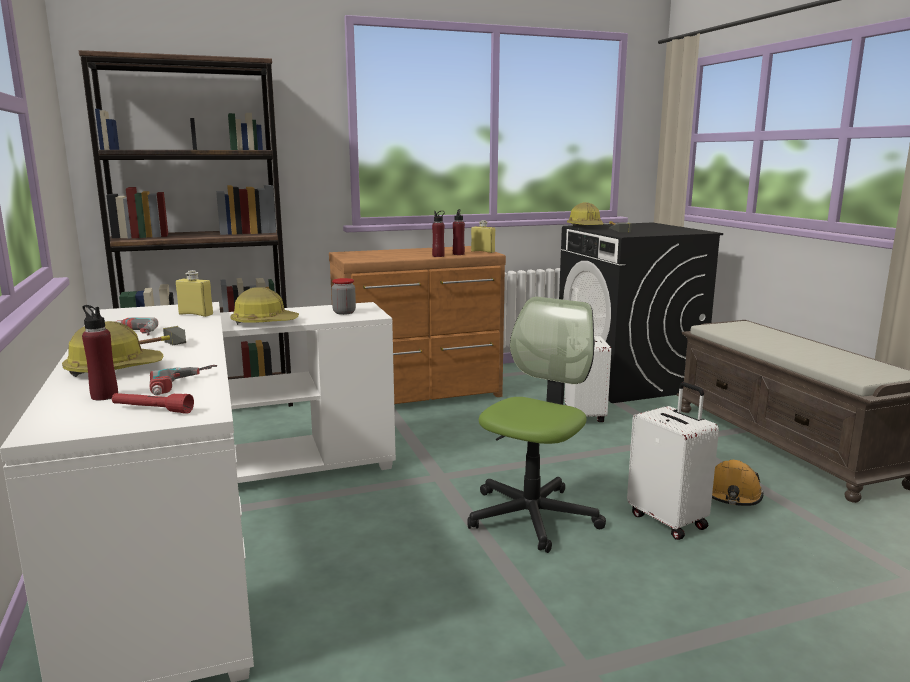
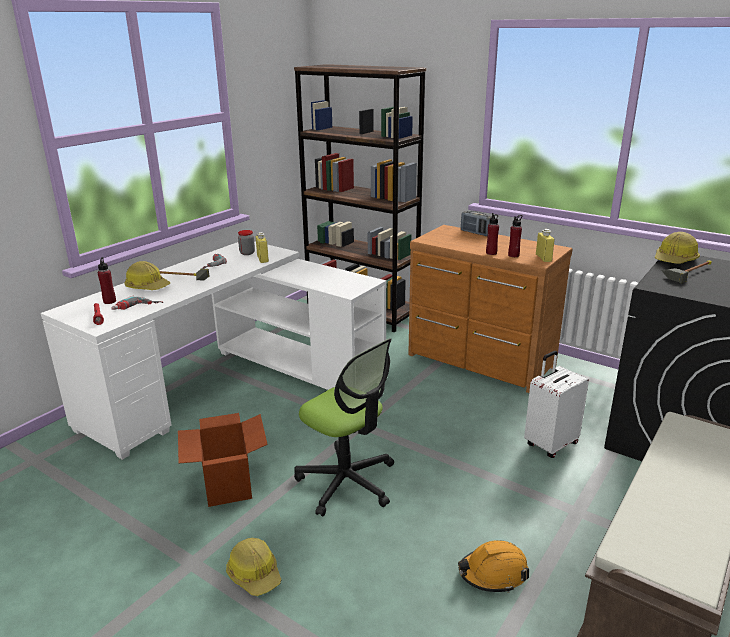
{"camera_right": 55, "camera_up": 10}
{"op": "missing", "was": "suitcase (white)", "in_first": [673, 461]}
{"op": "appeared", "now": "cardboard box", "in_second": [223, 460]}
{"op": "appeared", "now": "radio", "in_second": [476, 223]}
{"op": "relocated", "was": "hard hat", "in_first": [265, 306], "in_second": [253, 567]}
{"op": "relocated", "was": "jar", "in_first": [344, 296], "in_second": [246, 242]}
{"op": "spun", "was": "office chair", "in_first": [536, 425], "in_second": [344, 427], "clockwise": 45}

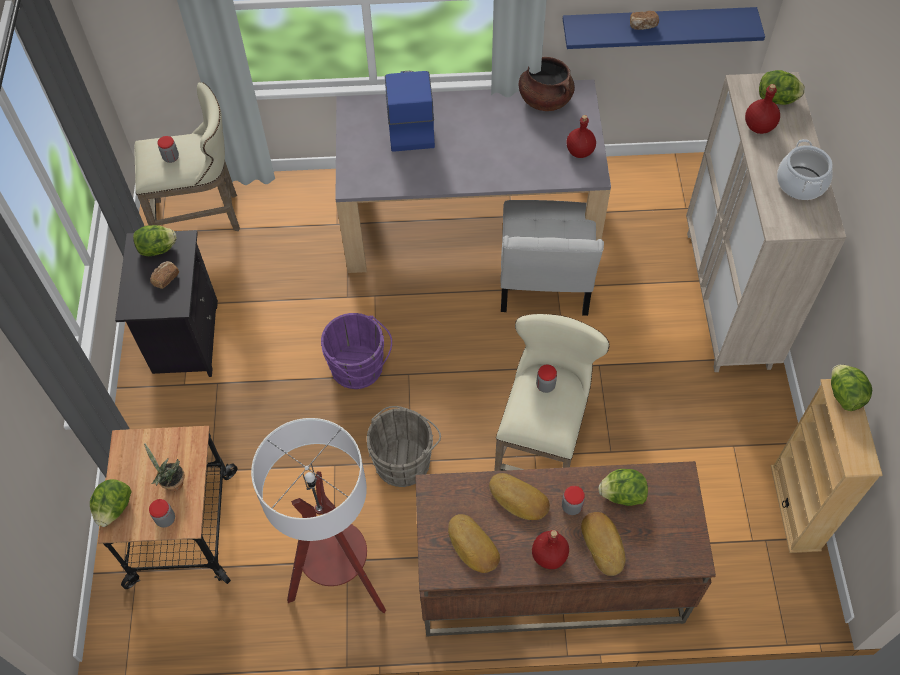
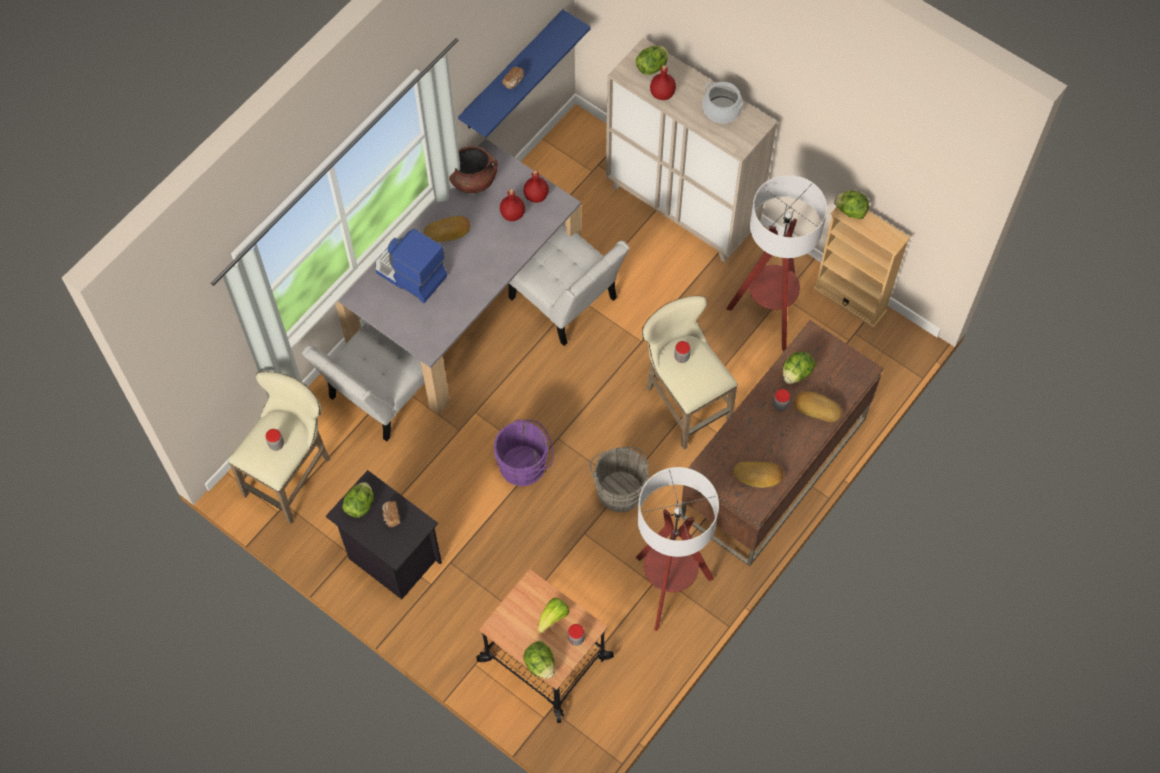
{"camera_right": -50, "camera_up": 5}
{"op": "appeared", "now": "chair (white)", "in_second": [363, 382]}
{"op": "appeared", "now": "floor lamp", "in_second": [776, 263]}
{"op": "relocated", "was": "bread", "in_first": [519, 496], "in_second": [447, 229]}
{"op": "relocated", "was": "bottle (red)", "in_first": [550, 549], "in_second": [512, 205]}
{"op": "exchanged", "was": "potted plant", "now": "lettuce", "in_first": [164, 467], "in_second": [554, 616]}

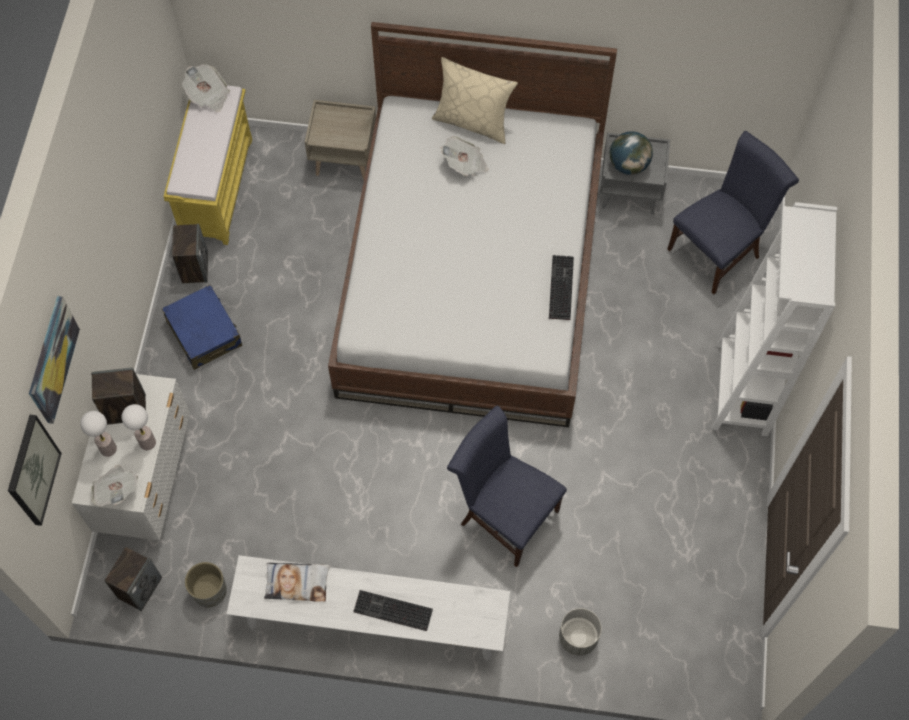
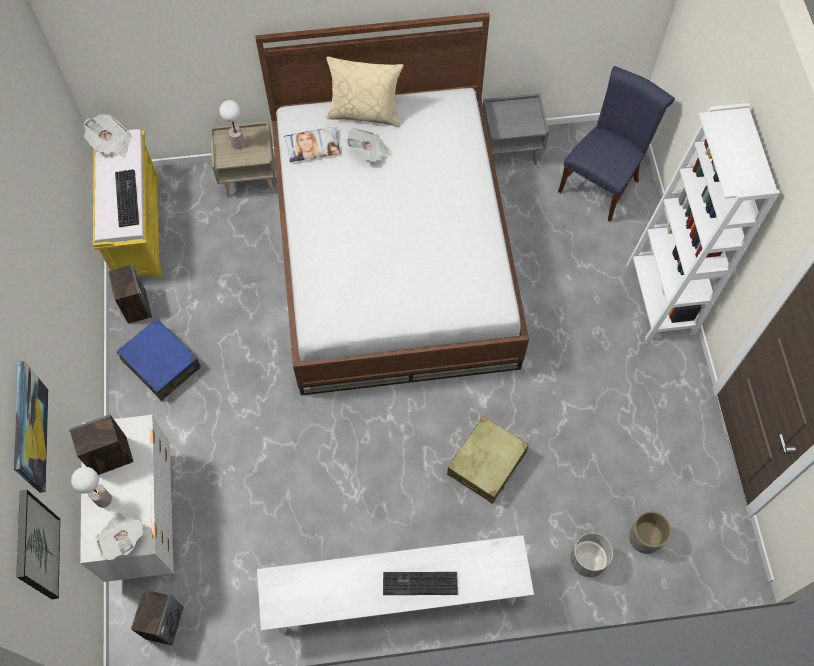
{"camera_right": -15, "camera_up": 0}
{"op": "missing", "was": "globe", "in_first": [631, 153]}
{"op": "relocated", "was": "table lamp", "in_first": [139, 427], "in_second": [232, 125]}
{"op": "relocated", "was": "planter (grey)", "in_first": [206, 585], "in_second": [650, 532]}
{"op": "relocated", "was": "pillow", "in_first": [297, 582], "in_second": [312, 144]}
{"op": "relocated", "was": "keyboard", "in_first": [561, 287], "in_second": [127, 198]}
{"op": "exchanged", "was": "chair (blue)", "now": "suitcase (beige)", "in_first": [507, 486], "in_second": [488, 460]}

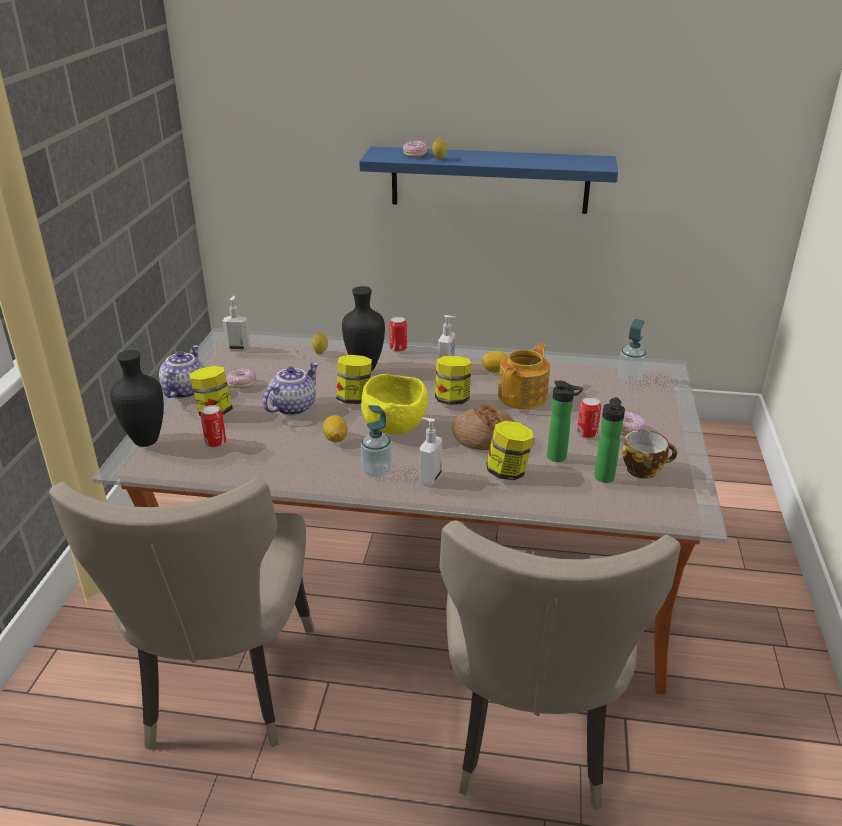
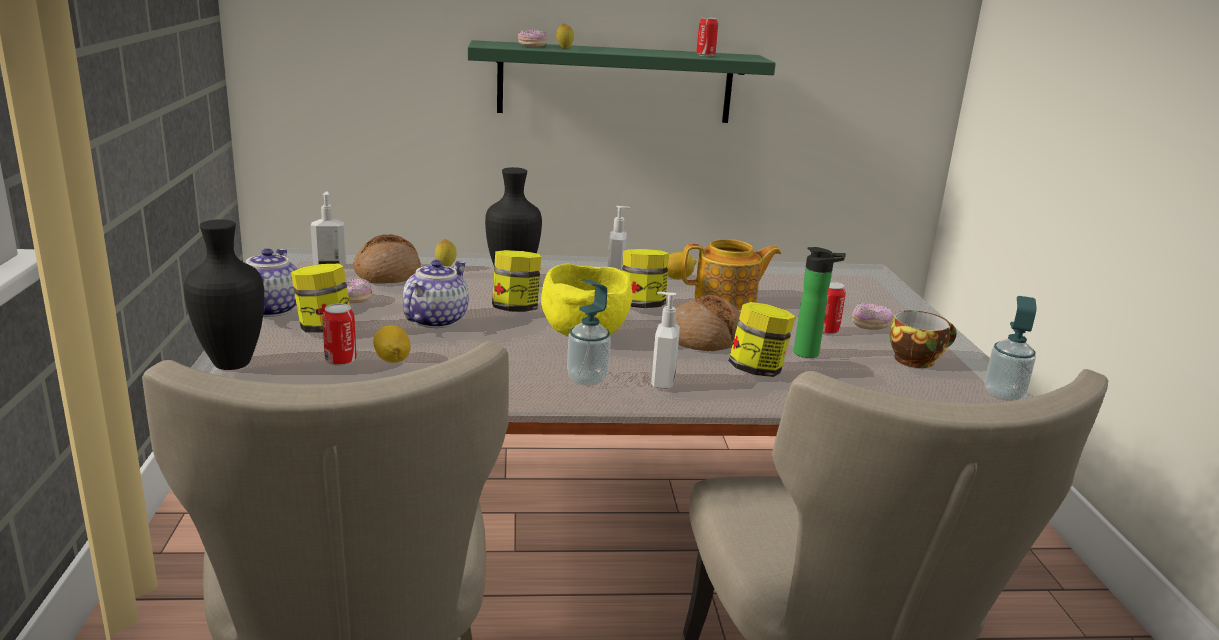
{"camera_right": -15, "camera_up": -10}
{"op": "missing", "was": "bottle", "in_first": [609, 440]}
{"op": "appeared", "now": "bread", "in_second": [387, 259]}
{"op": "relocated", "was": "lemon", "in_first": [335, 428], "in_second": [392, 344]}
{"op": "relocated", "was": "can", "in_first": [398, 334], "in_second": [707, 36]}
{"op": "relocated", "was": "soap dispenser", "in_first": [632, 351], "in_second": [1010, 348]}
{"op": "colour", "was": "shelf (blue)", "now": "shelf (green)", "in_first": [488, 180], "in_second": [622, 81]}
{"op": "spun", "was": "teapot", "in_first": [524, 376], "in_second": [731, 275], "clockwise": 60}

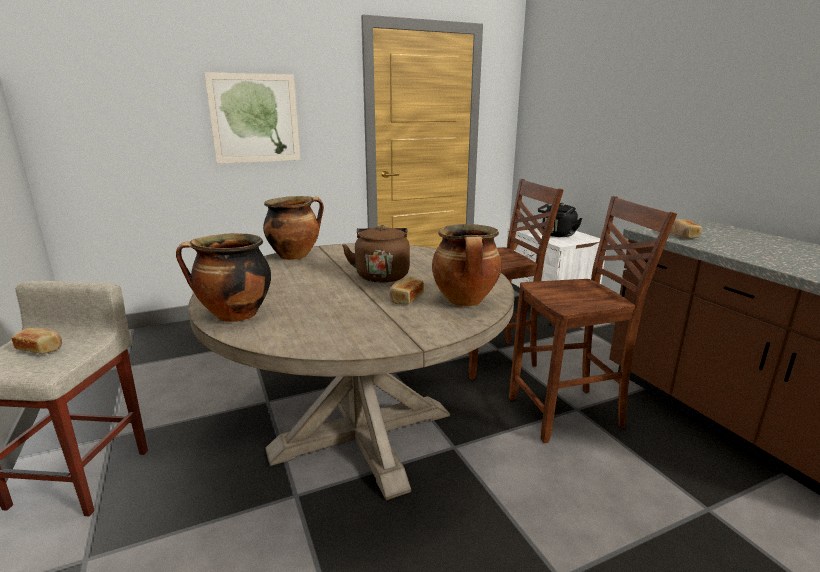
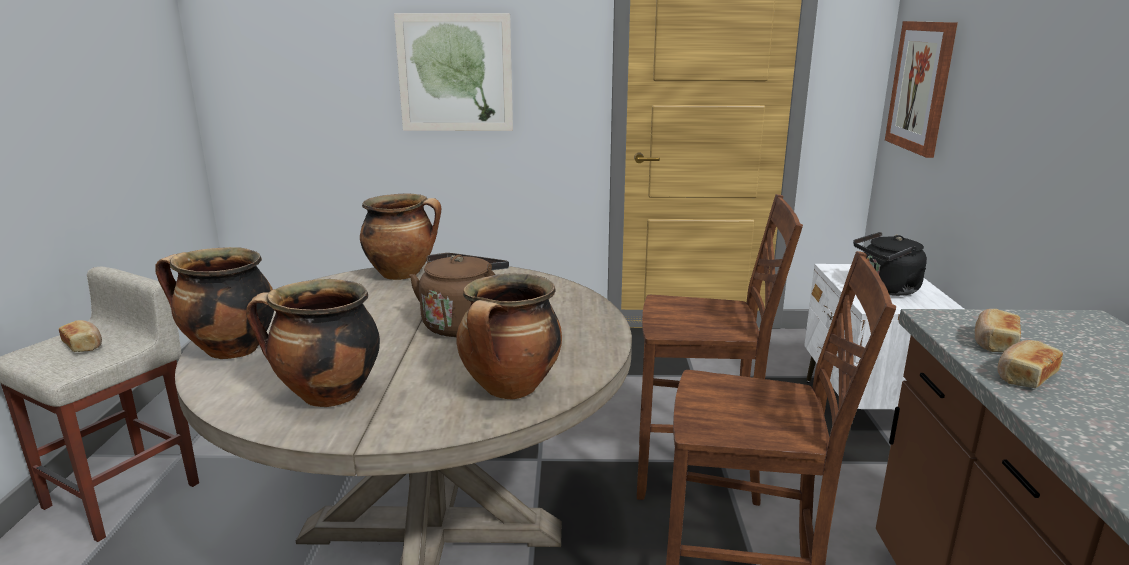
{"camera_right": 25, "camera_up": 0}
{"op": "appeared", "now": "cooking pot", "in_second": [313, 343]}
{"op": "appeared", "now": "picture", "in_second": [921, 89]}
{"op": "relocated", "was": "bread", "in_first": [406, 290], "in_second": [1030, 364]}

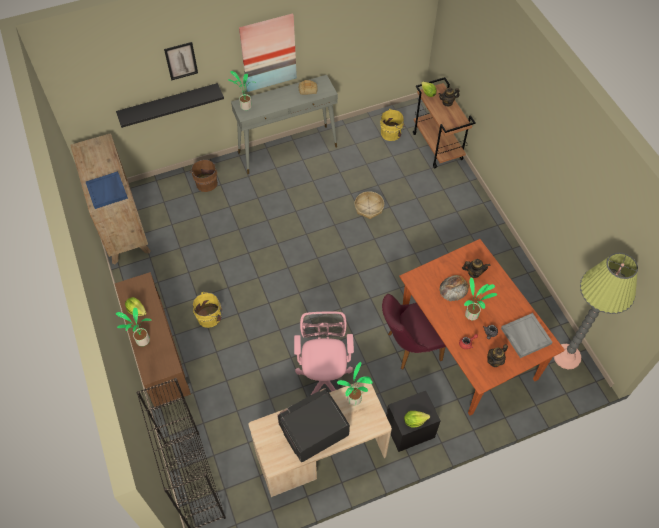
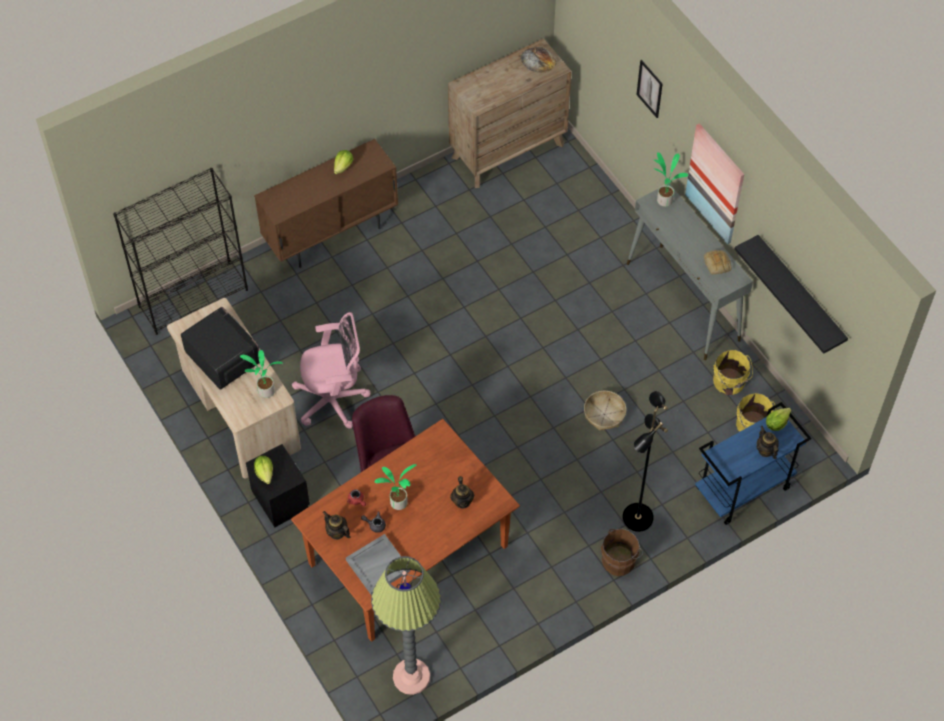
{"camera_right": 80, "camera_up": 0}
{"op": "missing", "was": "tray (blue)", "in_first": [107, 190]}
{"op": "missing", "was": "potted plant", "in_first": [134, 326]}
{"op": "appeared", "now": "floor lamp (black)", "in_second": [645, 461]}
{"op": "relocated", "was": "shelf (black)", "in_first": [170, 105], "in_second": [791, 294]}
{"op": "relocated", "was": "bucket (brown)", "in_first": [204, 176], "in_second": [622, 552]}
{"op": "relocated", "was": "bucket (yellow)", "in_first": [207, 310], "in_second": [733, 372]}
{"op": "relocated", "was": "bread", "in_first": [454, 288], "in_second": [538, 60]}
{"op": "colour", "was": "cart (brown)", "now": "cart (blue)", "in_first": [444, 123], "in_second": [753, 463]}

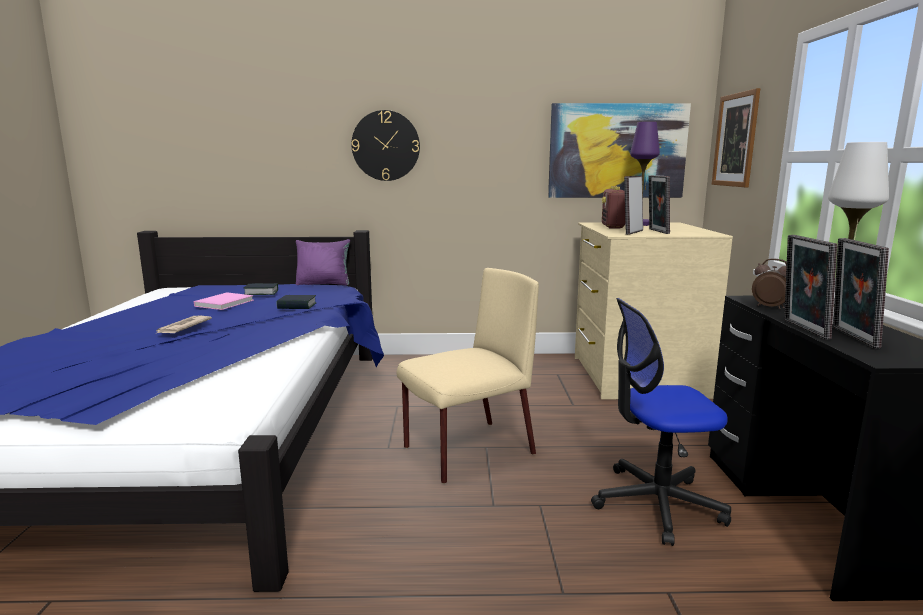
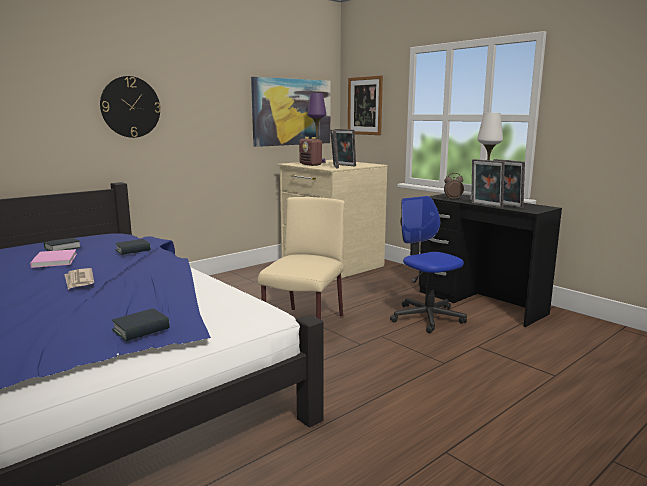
{"camera_right": -40, "camera_up": 0}
{"op": "missing", "was": "pillow (purple)", "in_first": [323, 262]}
{"op": "appeared", "now": "book", "in_second": [141, 324]}
{"op": "spun", "was": "office chair", "in_first": [661, 422], "in_second": [428, 264], "clockwise": 105}

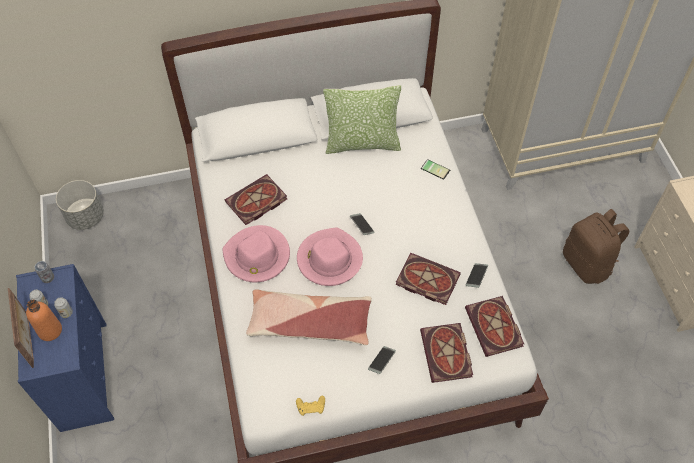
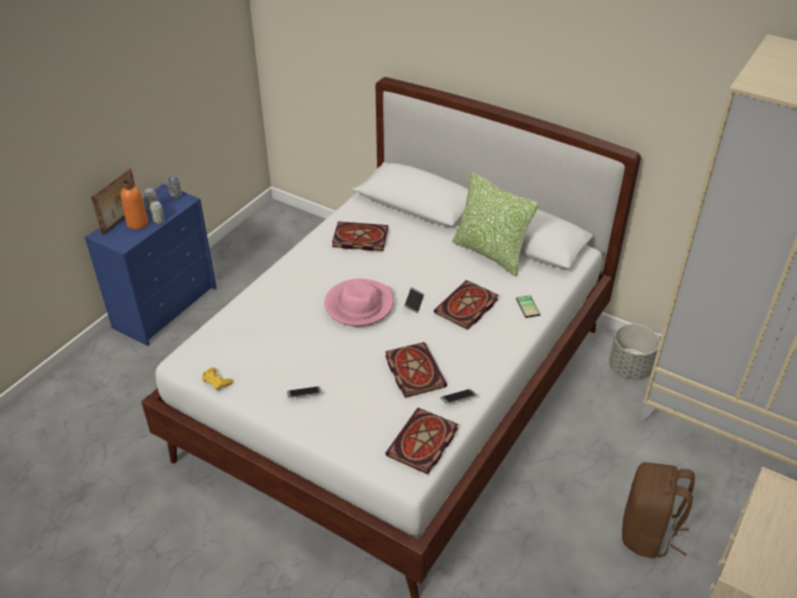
{"camera_right": 45, "camera_up": -15}
{"op": "missing", "was": "hat (pink)", "in_first": [256, 253]}
{"op": "missing", "was": "pillow", "in_first": [309, 317]}
{"op": "relocated", "was": "planter (grey)", "in_first": [80, 205], "in_second": [634, 352]}
{"op": "relocated", "was": "book", "in_first": [446, 353], "in_second": [466, 305]}

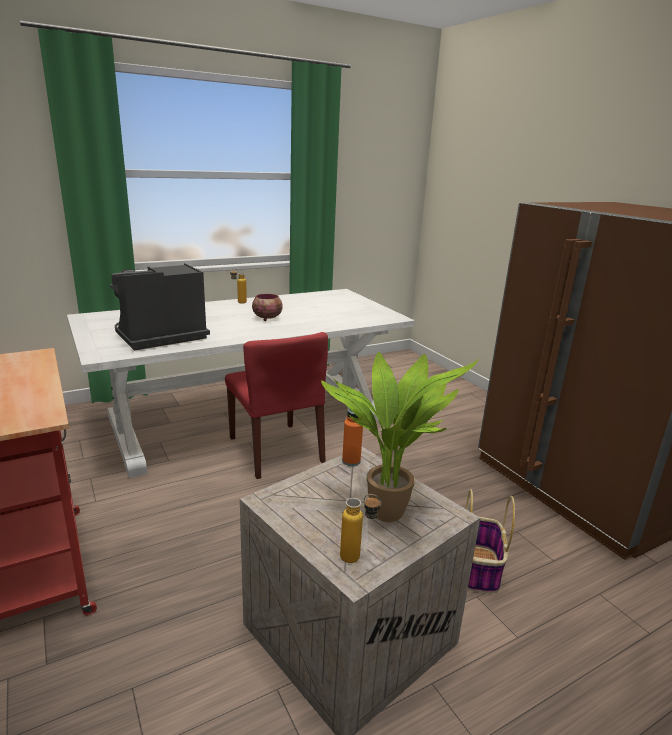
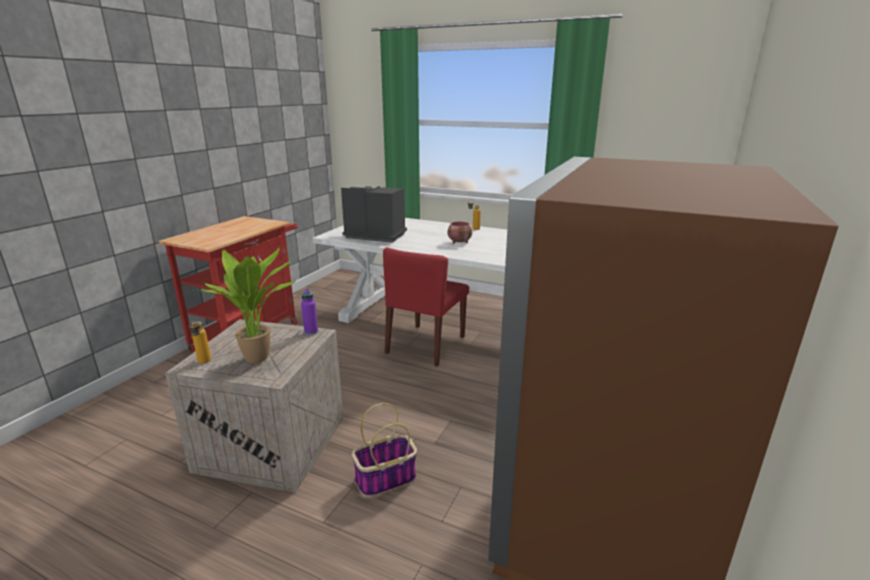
{"camera_right": 55, "camera_up": 0}
{"op": "colour", "was": "bottle (orange)", "now": "bottle (purple)", "in_first": [352, 437], "in_second": [309, 312]}

